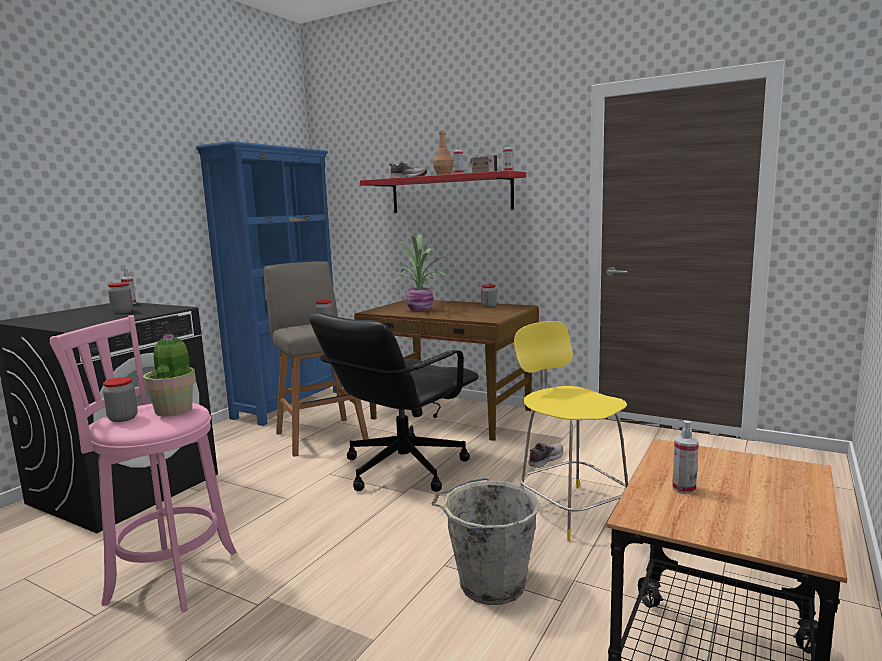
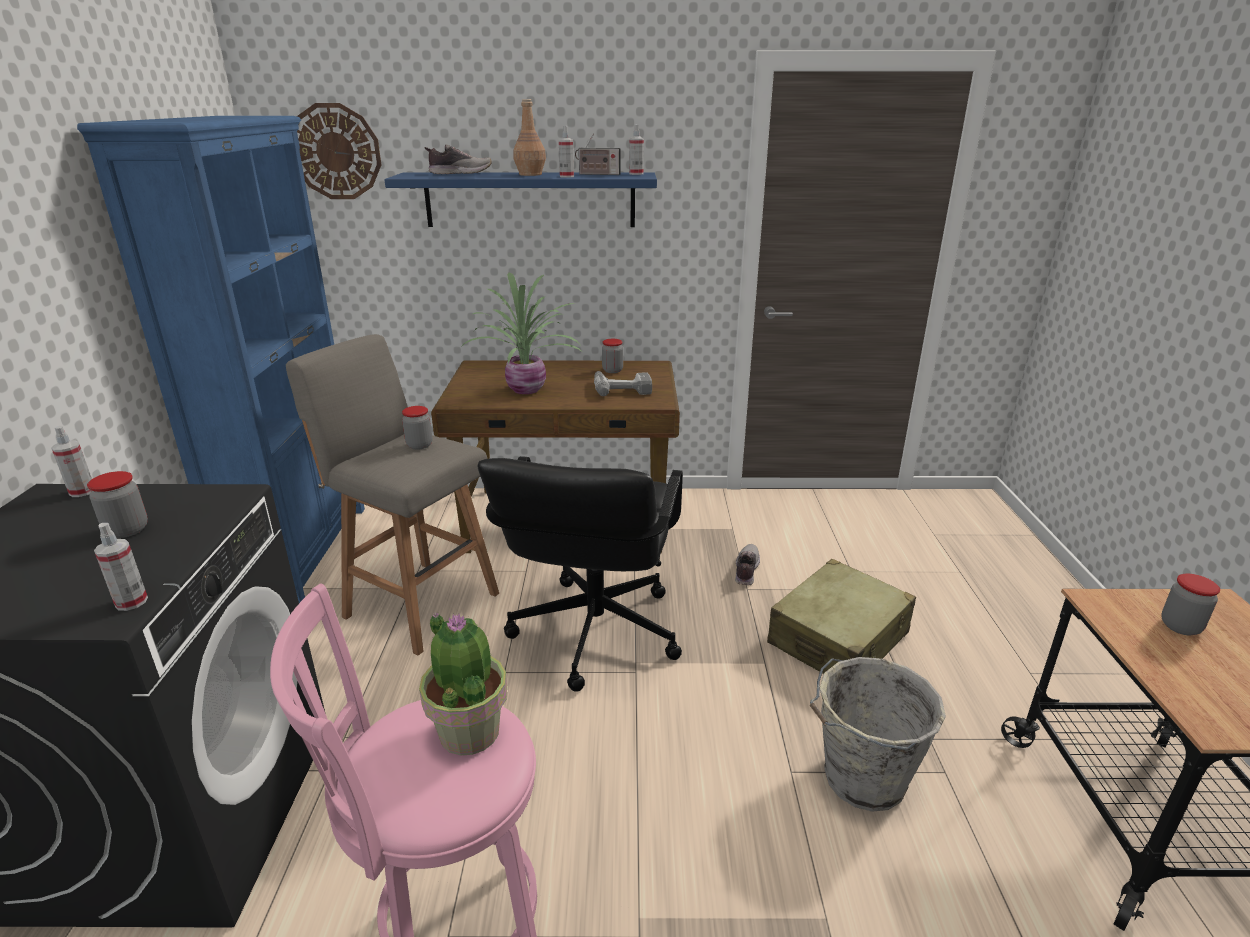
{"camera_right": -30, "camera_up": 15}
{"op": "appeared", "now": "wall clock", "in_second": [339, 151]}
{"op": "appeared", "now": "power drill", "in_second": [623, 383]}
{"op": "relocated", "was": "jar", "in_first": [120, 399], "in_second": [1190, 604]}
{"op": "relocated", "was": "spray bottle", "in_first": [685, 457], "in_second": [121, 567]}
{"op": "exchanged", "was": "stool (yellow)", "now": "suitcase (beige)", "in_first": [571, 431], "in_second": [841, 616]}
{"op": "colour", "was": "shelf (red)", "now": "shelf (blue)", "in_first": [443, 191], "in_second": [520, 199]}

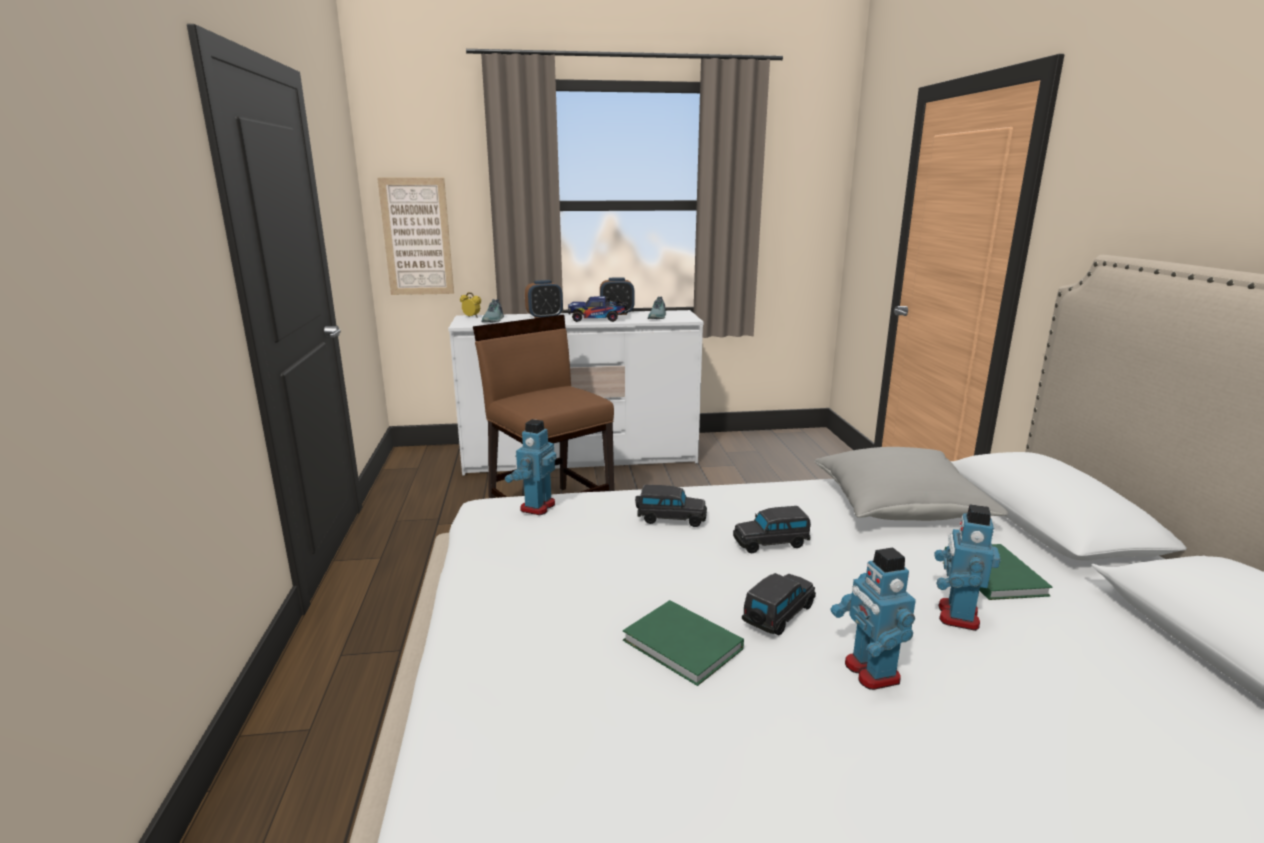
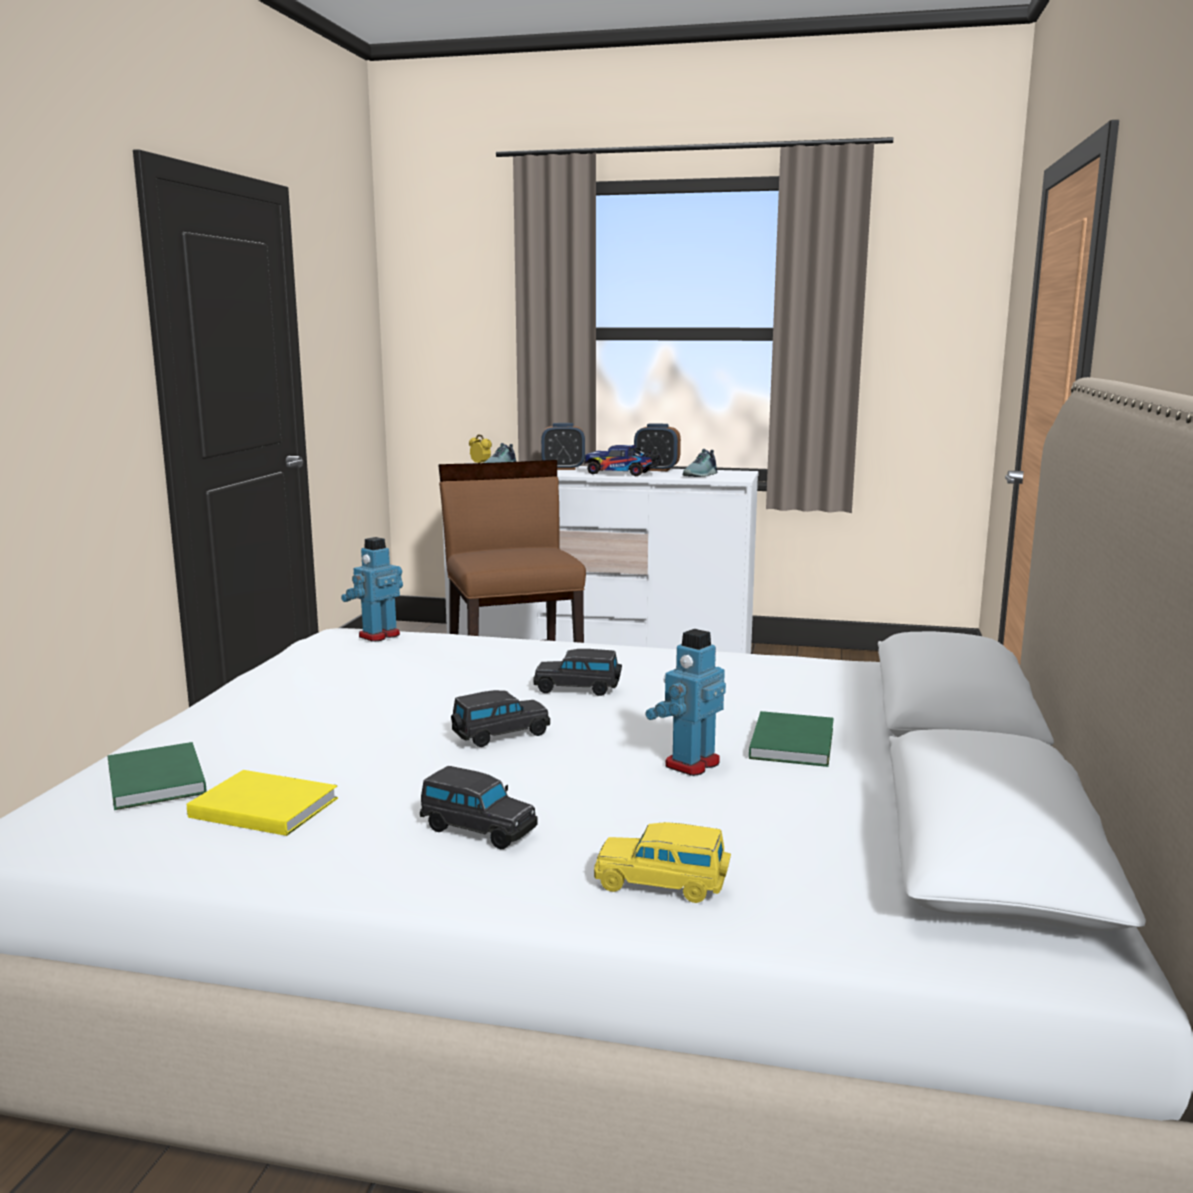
{"camera_right": 20, "camera_up": -5}
{"op": "missing", "was": "picture", "in_first": [415, 236]}
{"op": "missing", "was": "pillow (grey)", "in_first": [911, 484]}
{"op": "missing", "was": "toy robot", "in_first": [873, 619]}
{"op": "appeared", "now": "book (yellow)", "in_second": [262, 803]}
{"op": "appeared", "now": "toy car (yellow)", "in_second": [662, 862]}
{"op": "relocated", "was": "book (green)", "in_first": [683, 643], "in_second": [157, 776]}
{"op": "relocated", "was": "toy car (black)", "in_first": [671, 506], "in_second": [479, 807]}

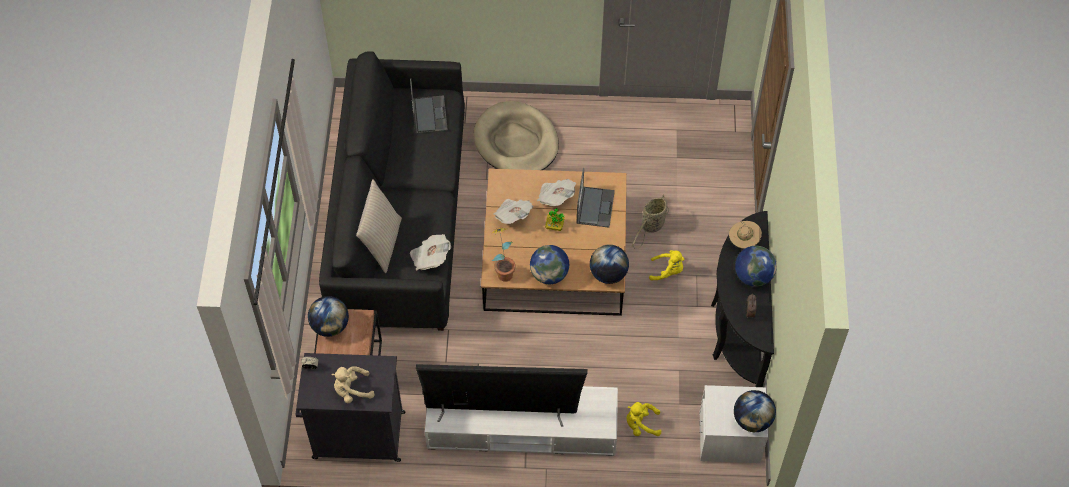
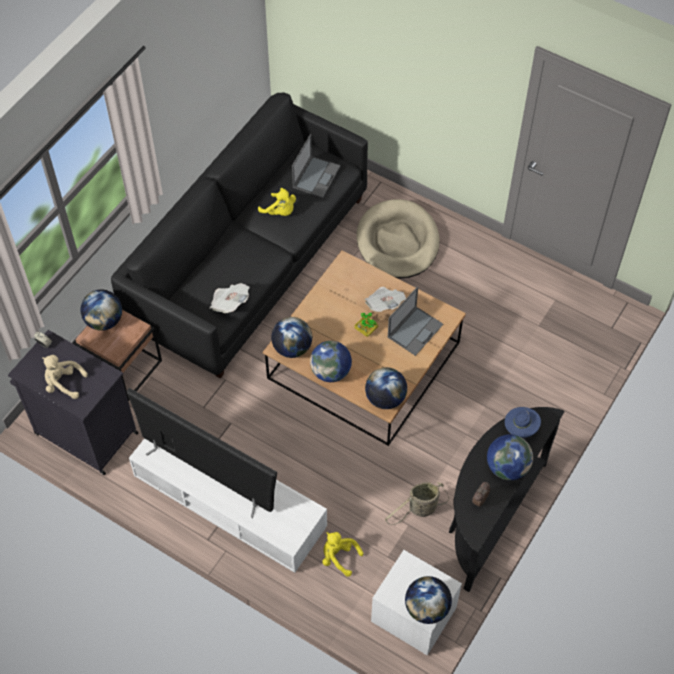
{"camera_right": 30, "camera_up": 0}
{"op": "missing", "was": "pillow (beige)", "in_first": [379, 226]}
{"op": "missing", "was": "newspaper", "in_first": [513, 211]}
{"op": "relocated", "was": "basket", "in_first": [650, 221], "in_second": [417, 503]}
{"op": "relocated", "was": "plush toy (yellow)", "in_first": [666, 265], "in_second": [277, 202]}
{"op": "exchanged", "was": "potted plant", "now": "globe", "in_first": [503, 254], "in_second": [291, 337]}
{"op": "colour", "was": "hat (beige)", "now": "hat (blue)", "in_first": [745, 235], "in_second": [523, 422]}

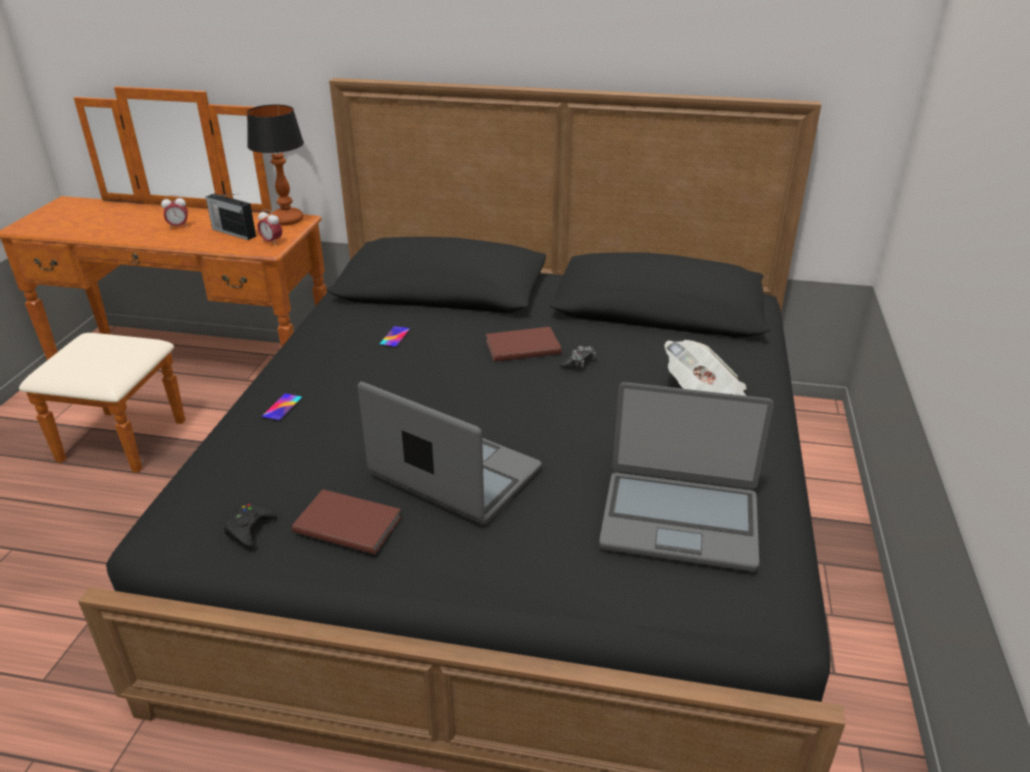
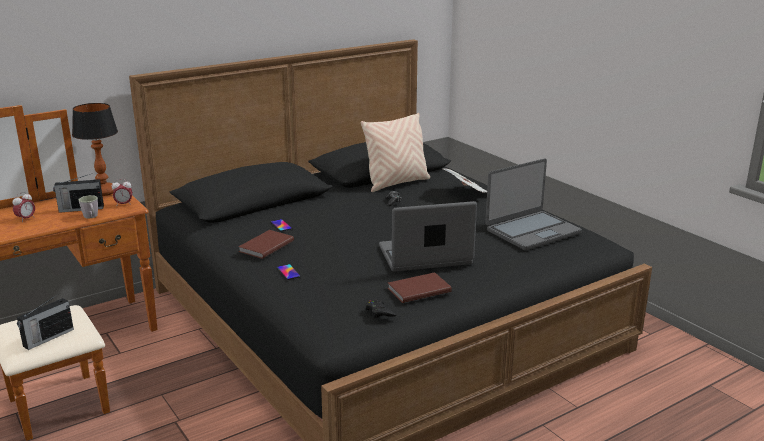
{"camera_right": -45, "camera_up": -10}
{"op": "appeared", "now": "radio", "in_second": [45, 322]}
{"op": "appeared", "now": "mug (grey)", "in_second": [88, 207]}
{"op": "appeared", "now": "pillow (beige)", "in_second": [395, 152]}
{"op": "relocated", "was": "book (brown)", "in_first": [523, 344], "in_second": [266, 244]}

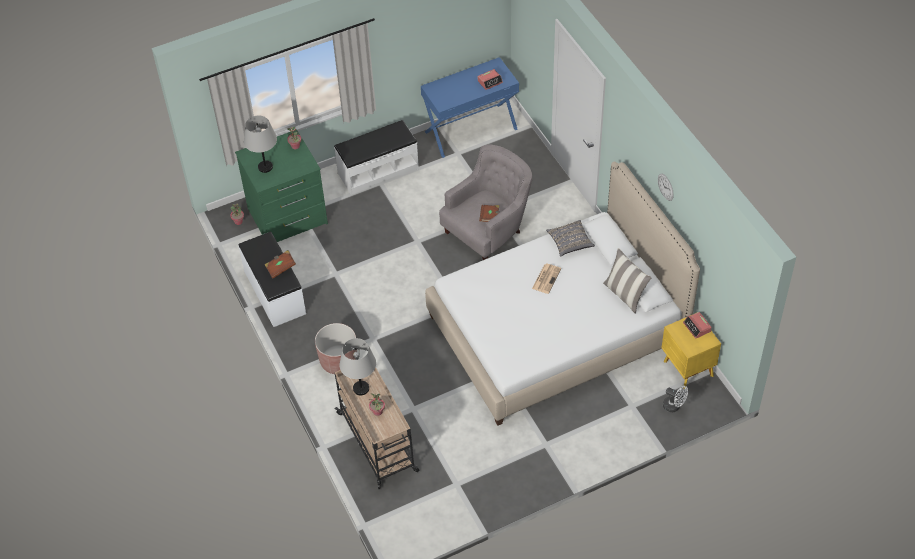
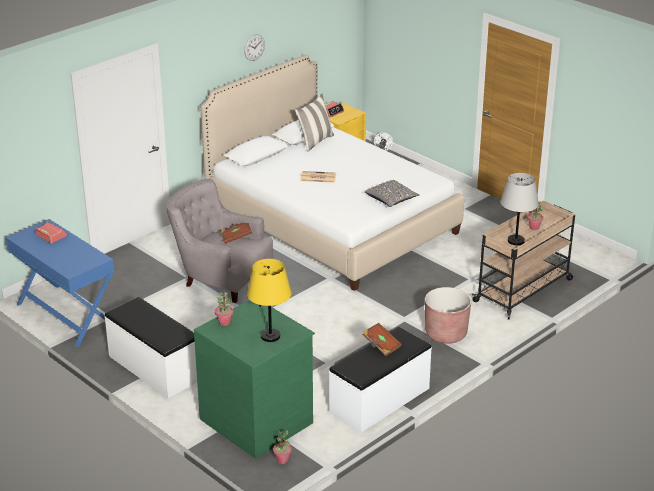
{"camera_right": -110, "camera_up": -20}
{"op": "relocated", "was": "pillow (grey)", "in_first": [570, 238], "in_second": [392, 193]}
{"op": "colour", "was": "table lamp (grey)", "now": "table lamp (yellow)", "in_first": [260, 144], "in_second": [269, 300]}

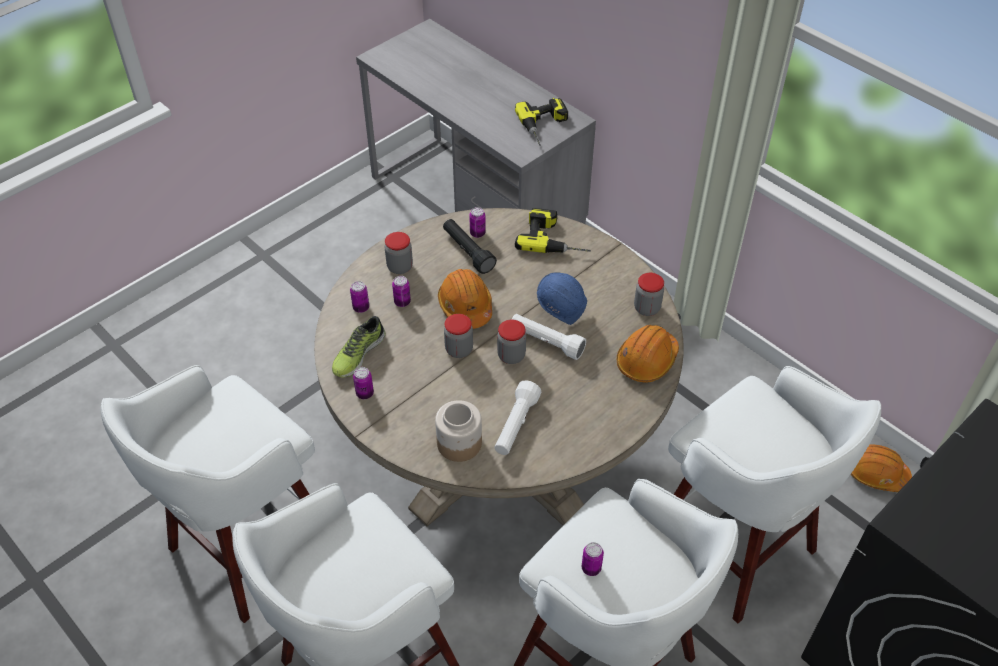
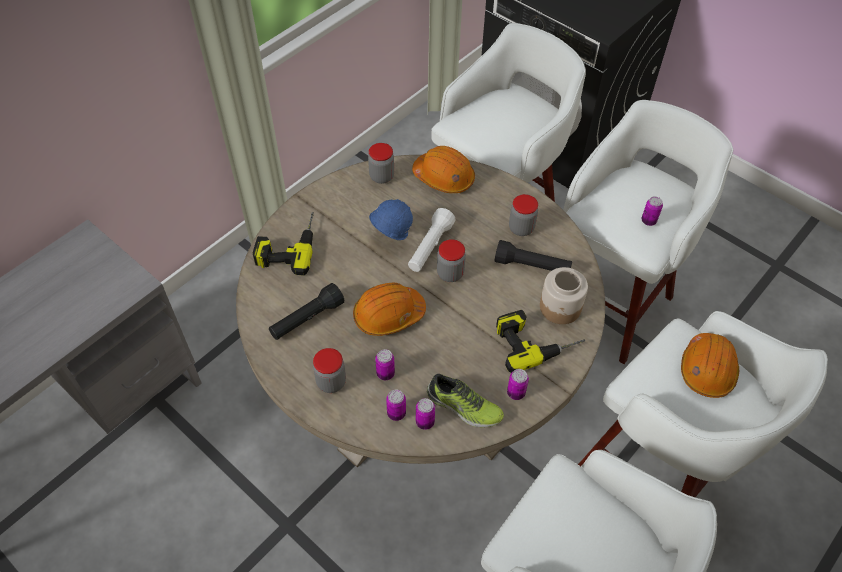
{"camera_right": -95, "camera_up": 5}
{"op": "relocated", "was": "jar", "in_first": [458, 336], "in_second": [523, 215]}
{"op": "relocated", "was": "can", "in_first": [477, 222], "in_second": [425, 414]}
{"op": "relocated", "was": "power drill", "in_first": [541, 121], "in_second": [540, 341]}
{"op": "relocated", "was": "hard hat (orange)", "in_first": [881, 468], "in_second": [710, 365]}
{"op": "colour", "was": "flashlight (white)", "now": "flashlight (black)", "in_first": [518, 417], "in_second": [533, 255]}

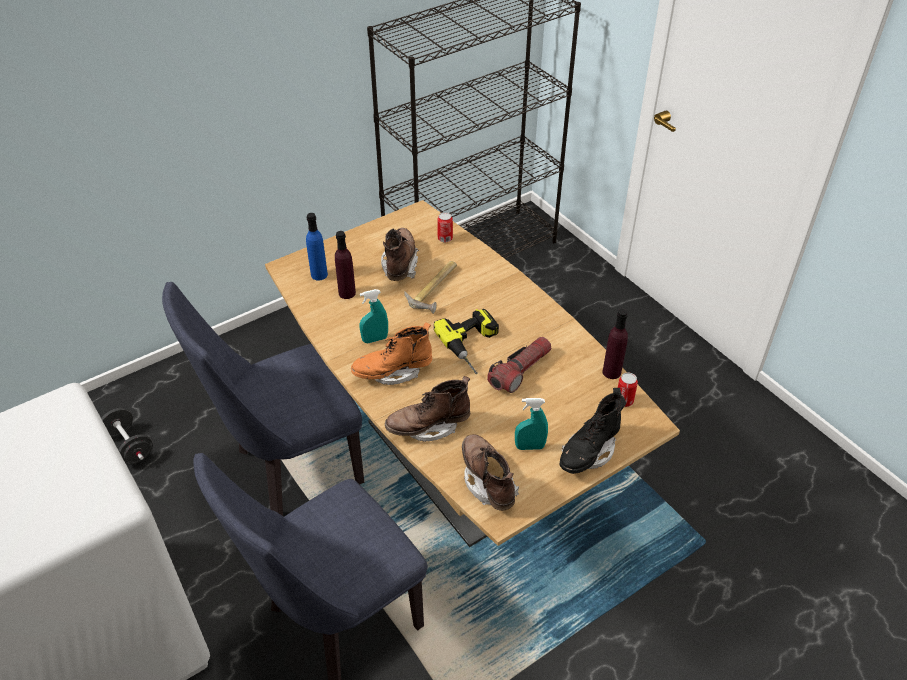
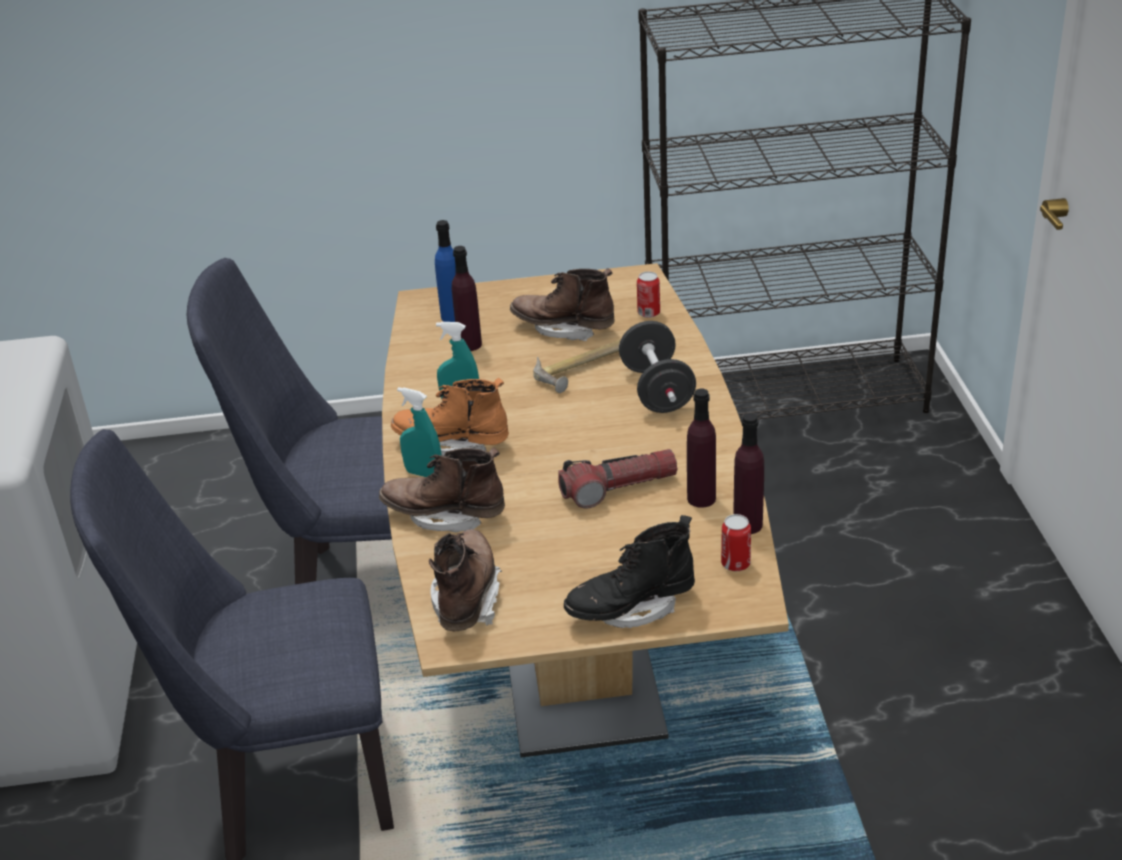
{"camera_right": 30, "camera_up": -10}
{"op": "missing", "was": "power drill", "in_first": [466, 341]}
{"op": "appeared", "now": "bottle (purple)", "in_second": [701, 448]}
{"op": "relocated", "was": "dumbbell (black)", "in_first": [127, 436], "in_second": [657, 367]}
{"op": "relocated", "was": "spray bottle (turquoise)", "in_first": [531, 424], "in_second": [419, 432]}
{"op": "spun", "was": "boot (brown)", "in_first": [400, 254], "in_second": [562, 305], "clockwise": -105}

